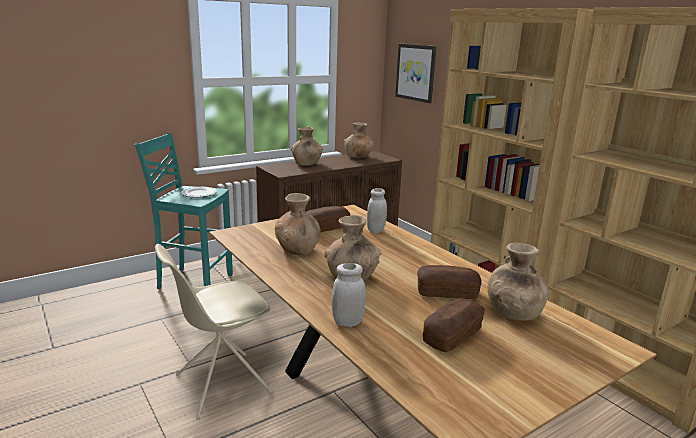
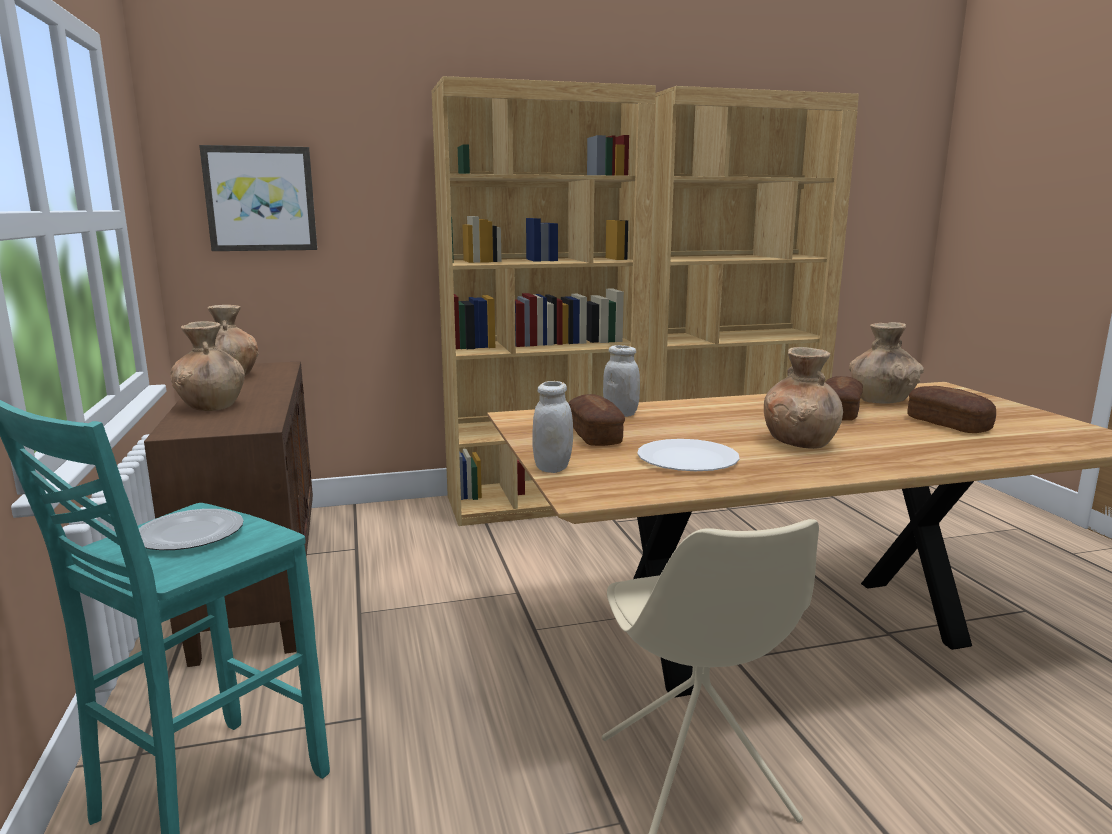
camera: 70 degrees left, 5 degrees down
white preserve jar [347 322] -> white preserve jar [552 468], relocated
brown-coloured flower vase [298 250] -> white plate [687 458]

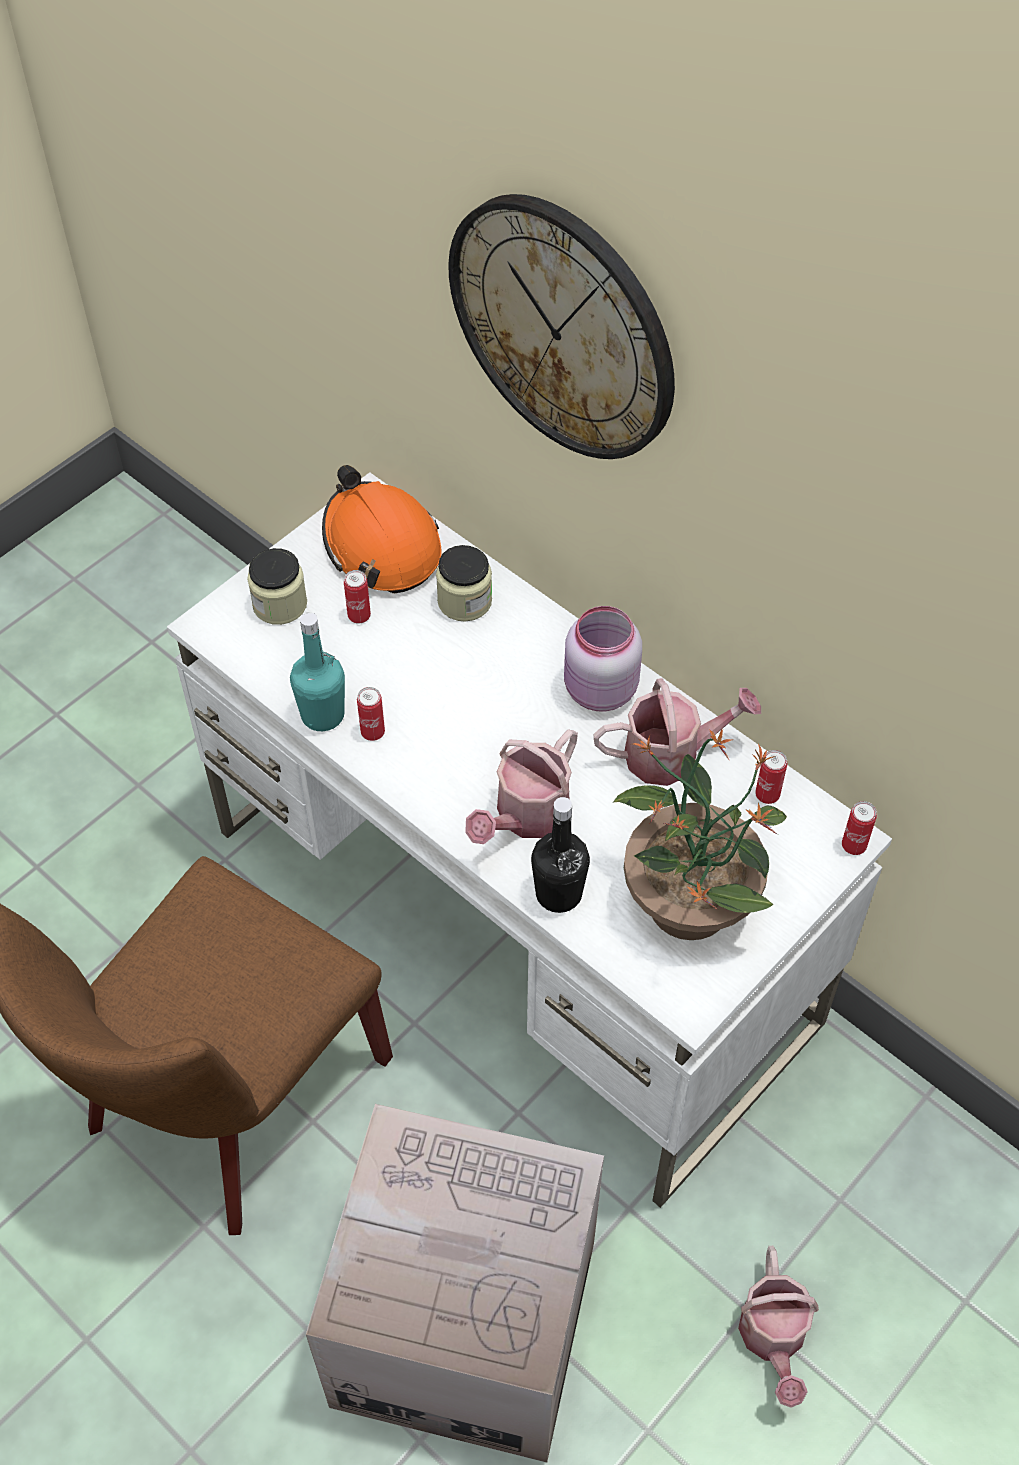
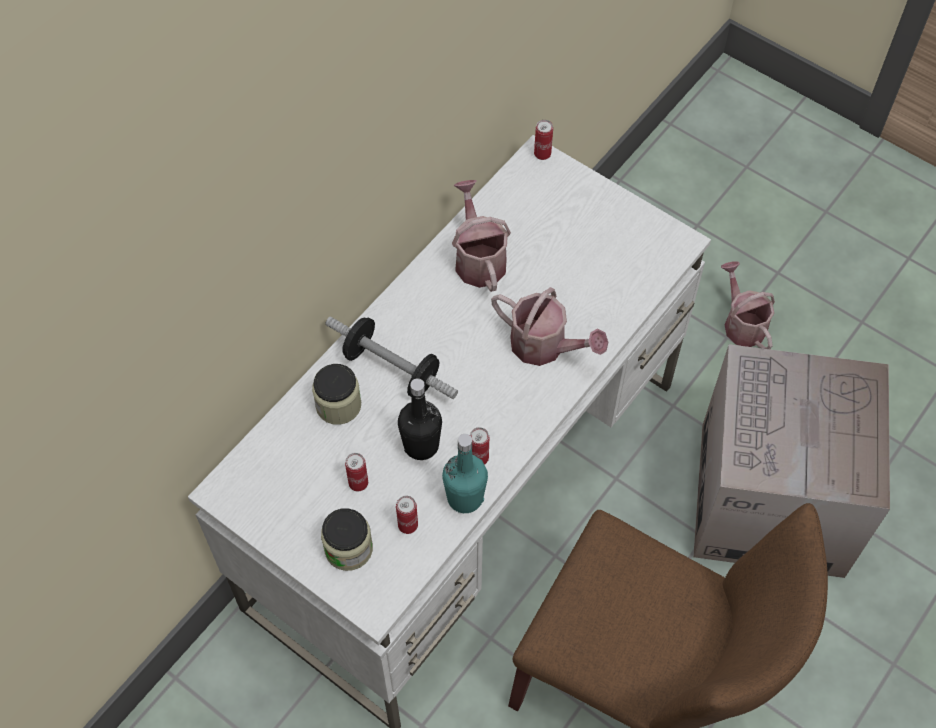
camera: 95 degrees left, 5 degrees up
none -> dumbbell [392 369]
sealed can [767 795] -> sealed can [408 525], relocated
black drink bottle [558 893] -> black drink bottle [421 445], relocated
watering pot [773 1339] -> watering pot [742 323], 105 degrees counterclockwise
orange safety helmet [381 545] -> none
hanging clock [563 327] -> none
pinkish preserve jar [598 691] -> none
houseplant [689 901] -> none

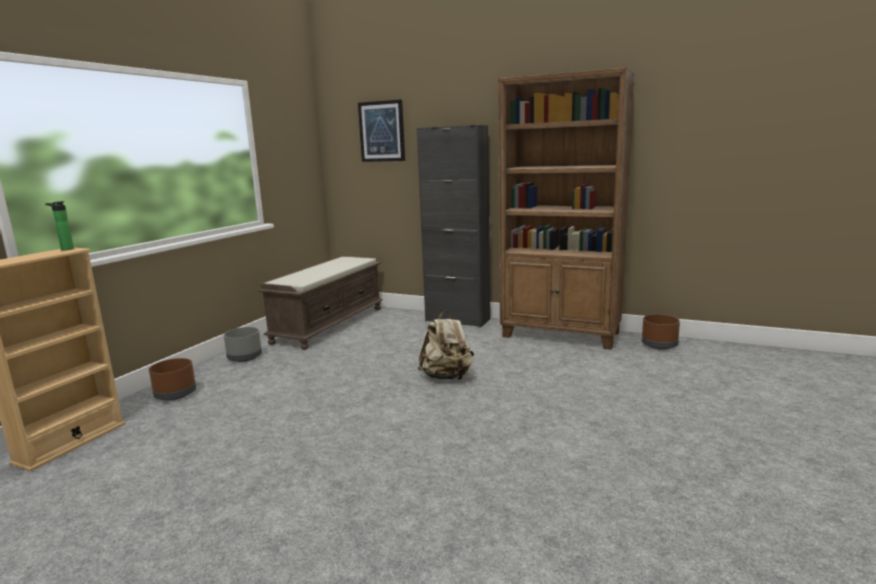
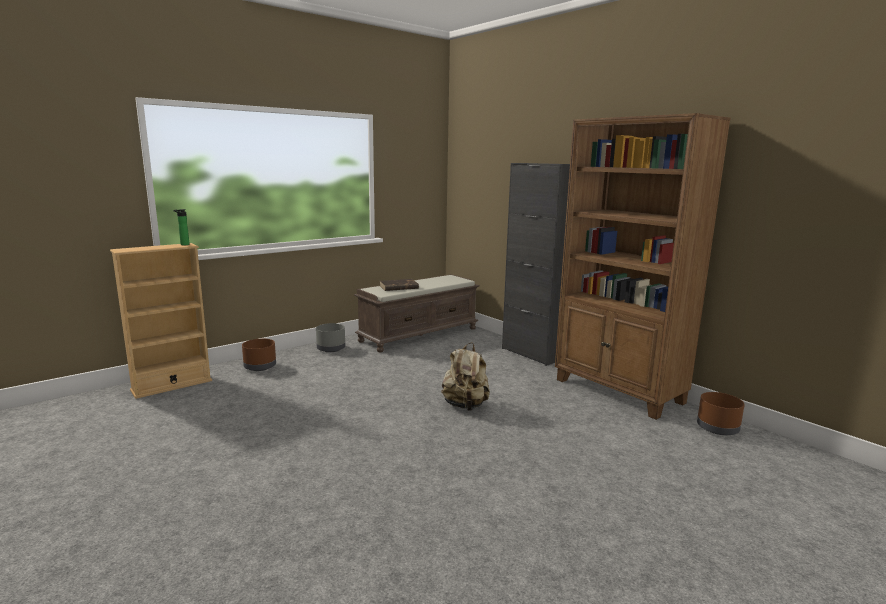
camera: 25 degrees right, 0 degrees up
none -> brown-coloured bound book [398 287]
picture [382 131] -> none

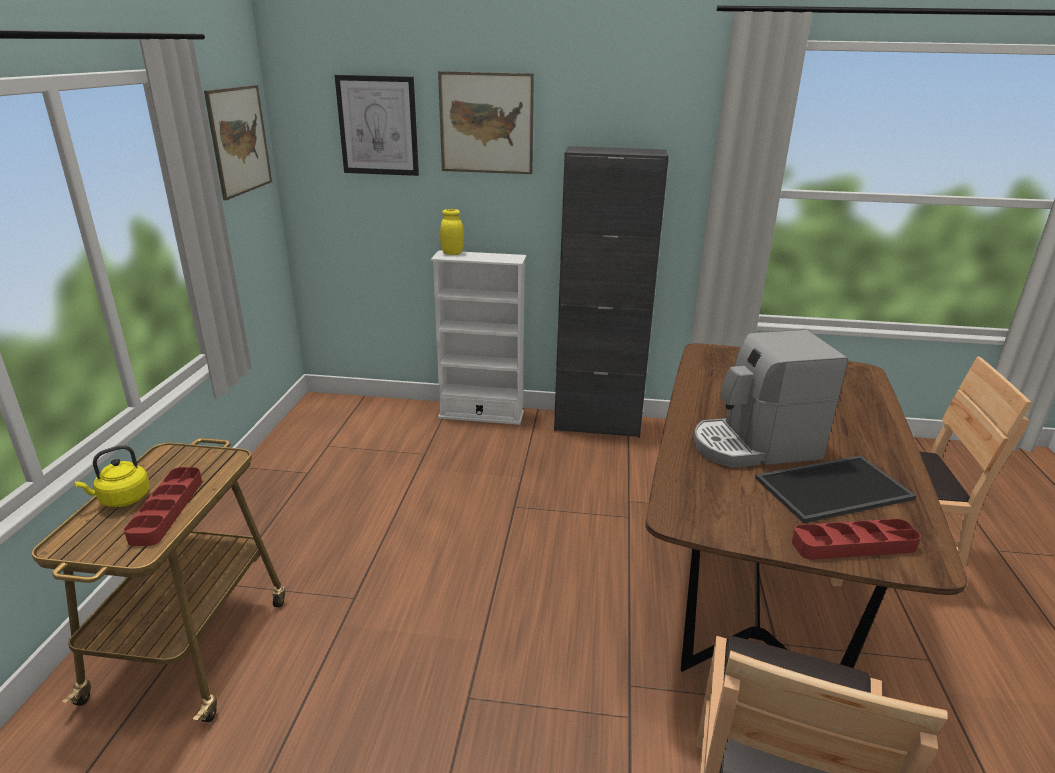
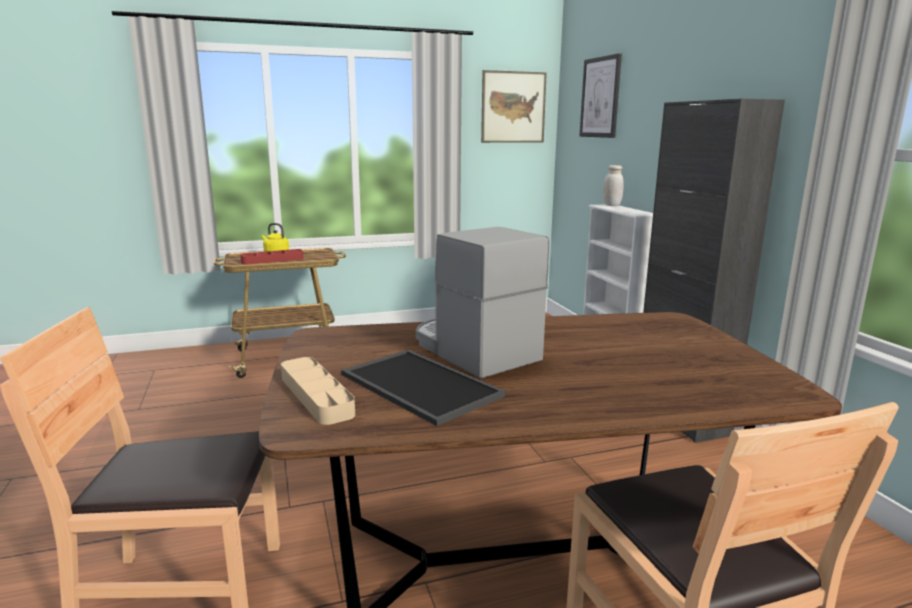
camera: 65 degrees right, 10 degrees down
reddish carrying tray [853 545] -> beige carrying tray [316 395]
yellow-coloured preserve jar [452 253] -> white preserve jar [611 205]
picture [486 123] -> none

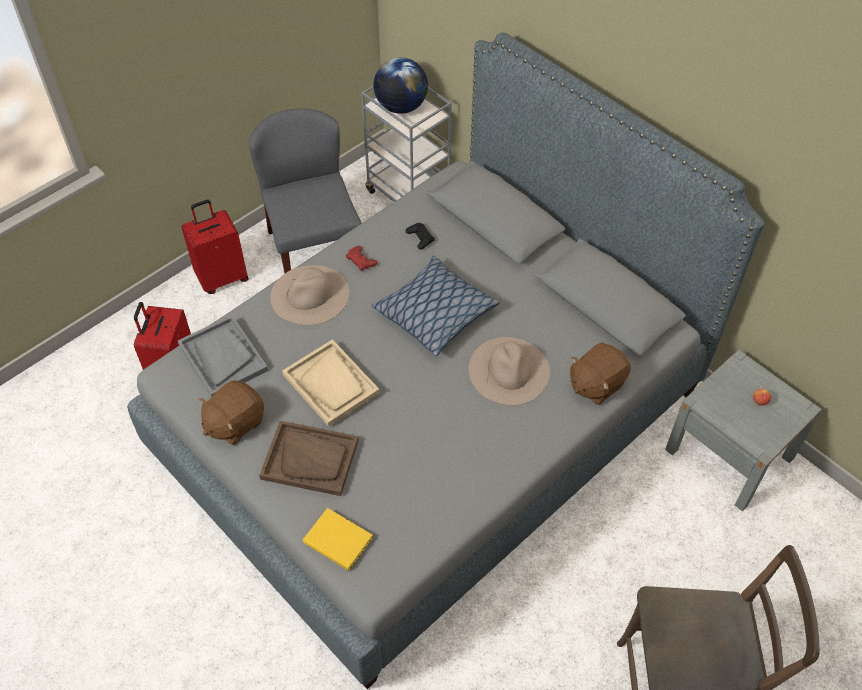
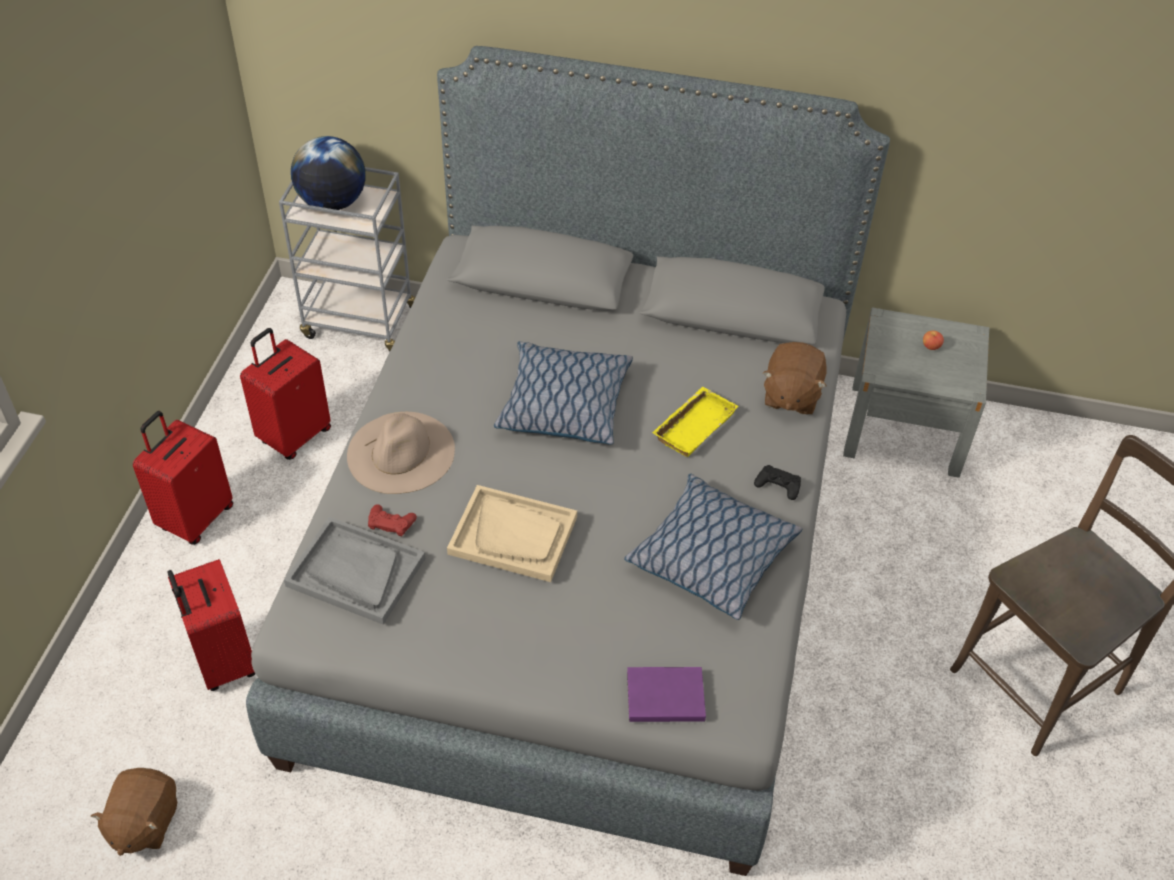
camera: 35 degrees left, 5 degrees down
brown-coloured soft toy [234 423] -> brown-coloured soft toy [143 822], relocated
gray chair [314 253] -> reddish travel case [294 435]
reddish joypad [361 260] -> reddish joypad [391 523], relocated
none -> cushion [711 556]
yellow-coloured bound book [337 538] -> purple-coloured bound book [663 695]
beige hat [509 370] -> yellow-coloured carrying tray [693 425]
black joypad [420 238] -> black joypad [778 485], relocated
brown-coloured carrying tray [310 459] -> none

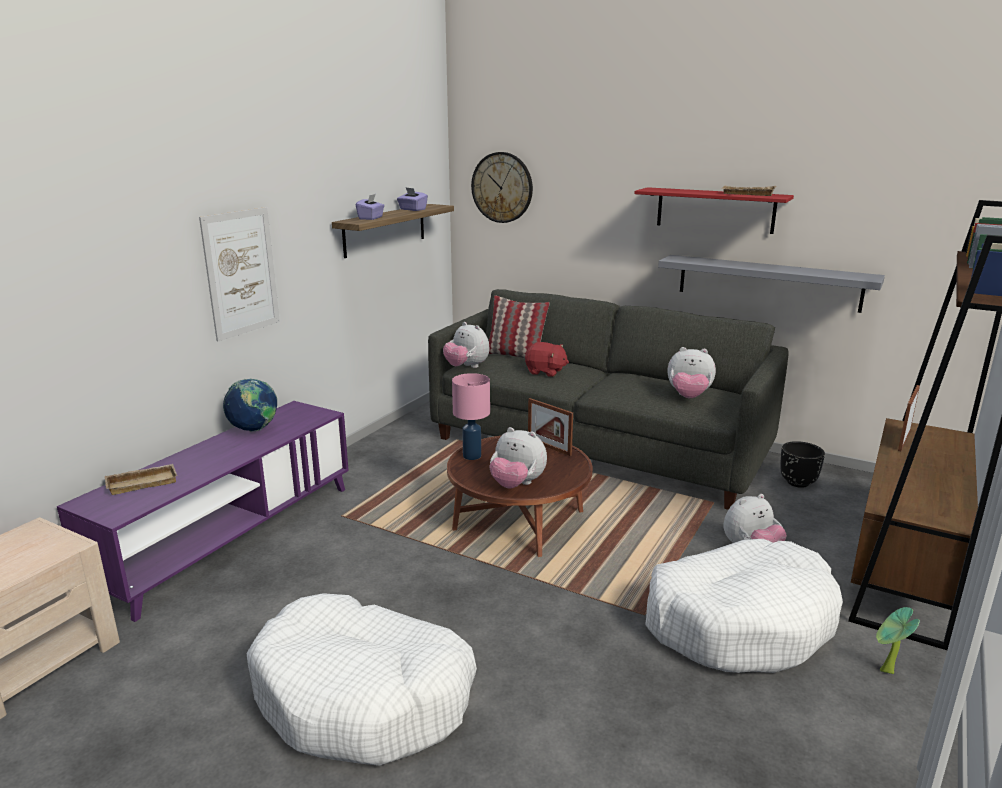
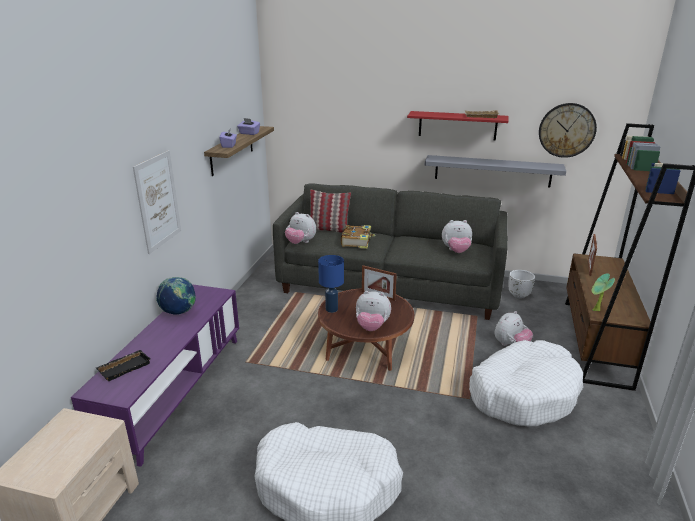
camera: 15 degrees left, 5 degrees up
beige carrying tray [143 482] -> black carrying tray [124 367]
pinkish tabletop lamp [471 456] -> blue tabletop lamp [331 309]
reddish soft toy [545 372] -> bound book [357 241]
black plant pot [798 483] -> white plant pot [519 295]
hanging clock [502 187] -> hanging clock [567 130], relocated
houseplant [885 672] -> houseplant [596 311], relocated

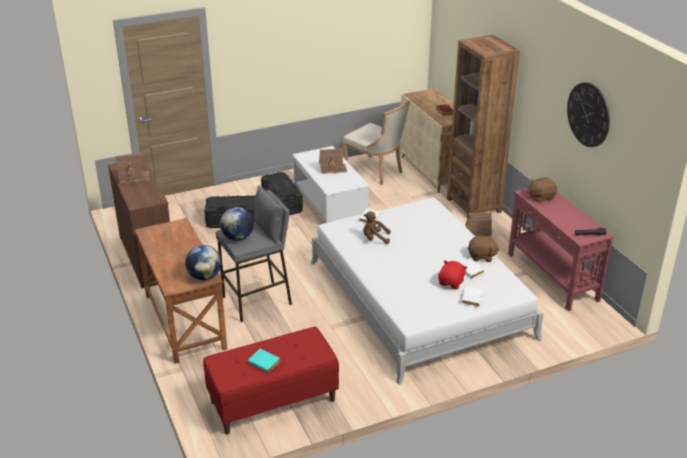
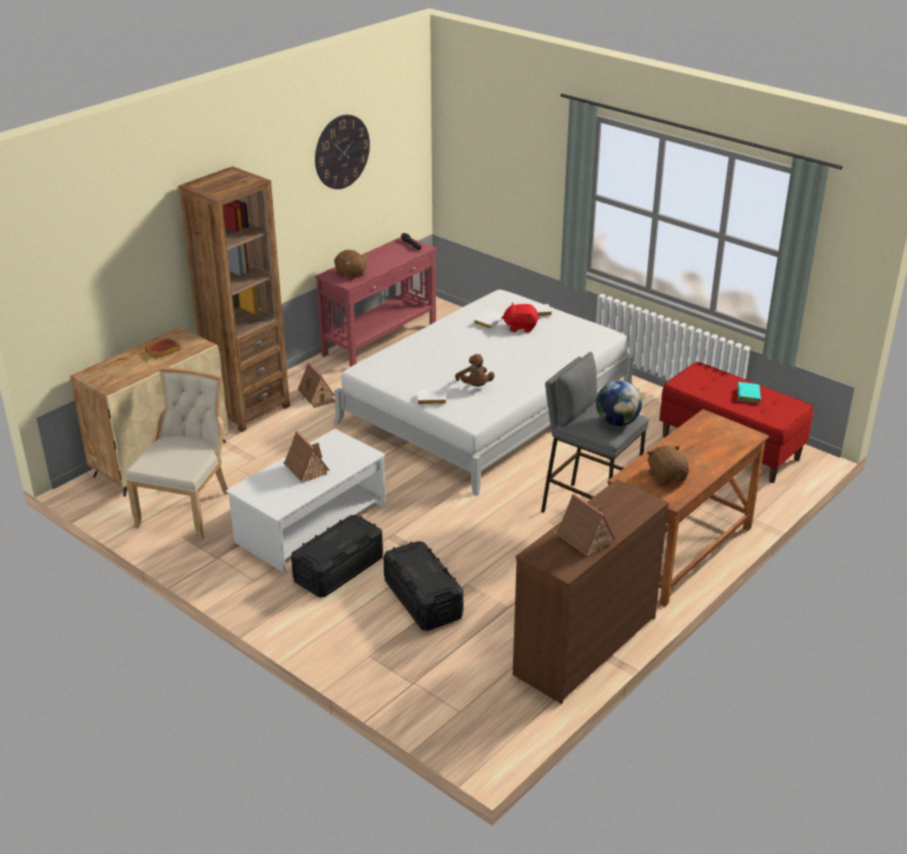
camera: 115 degrees left, 0 degrees up
brown-coloured soft toy [482 256] -> brown-coloured soft toy [666 477], relocated
world globe [204 277] -> none

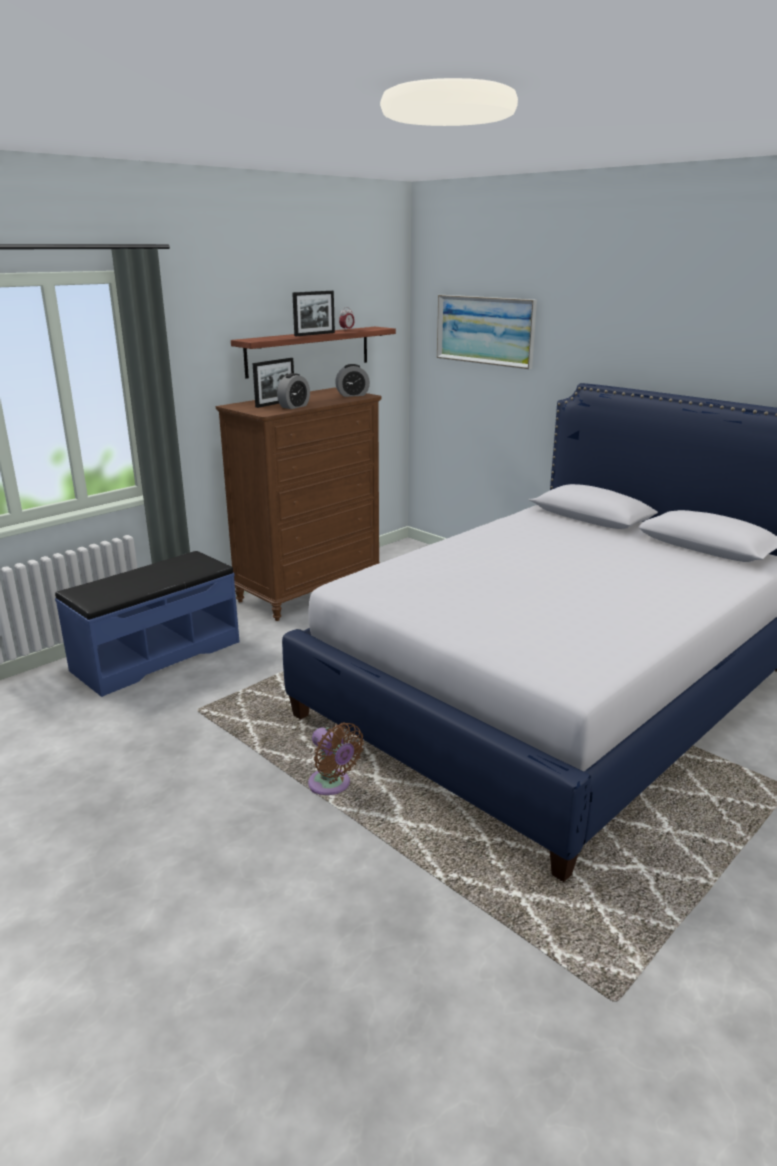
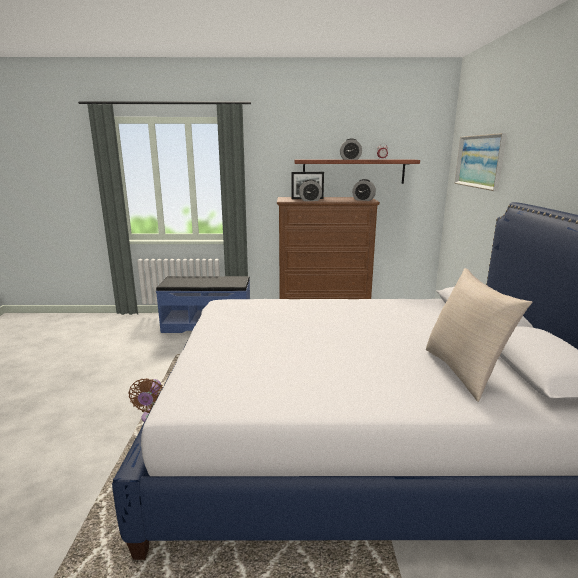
camera: 45 degrees right, 5 degrees down
photo frame [314 334] -> alarm clock [350 159]
none -> beige cushion [464 372]

